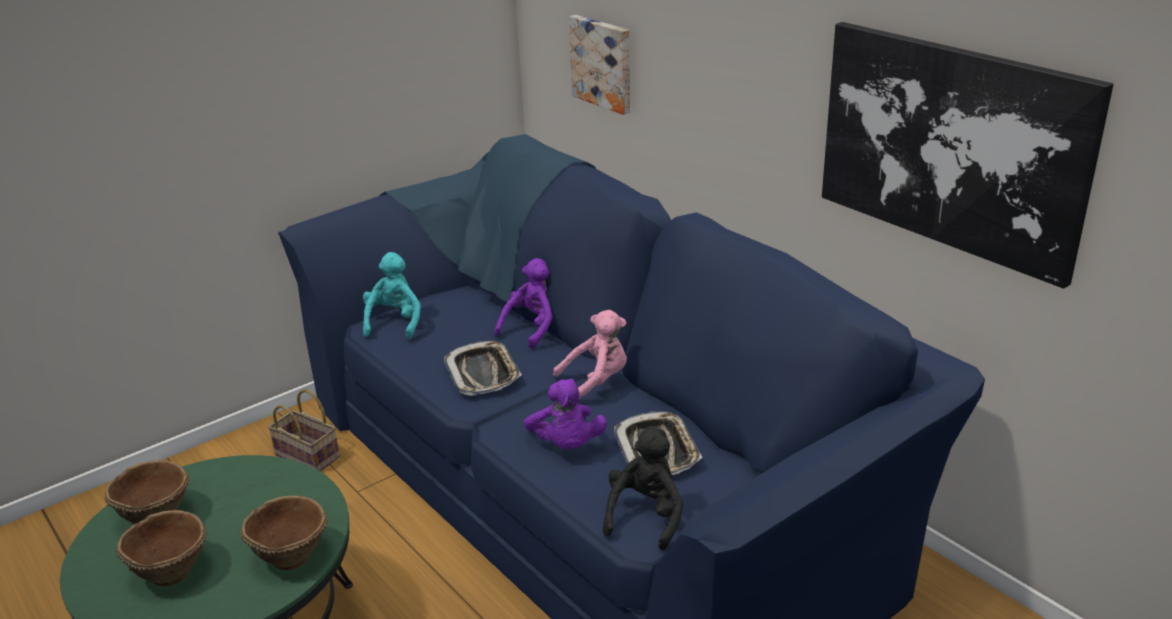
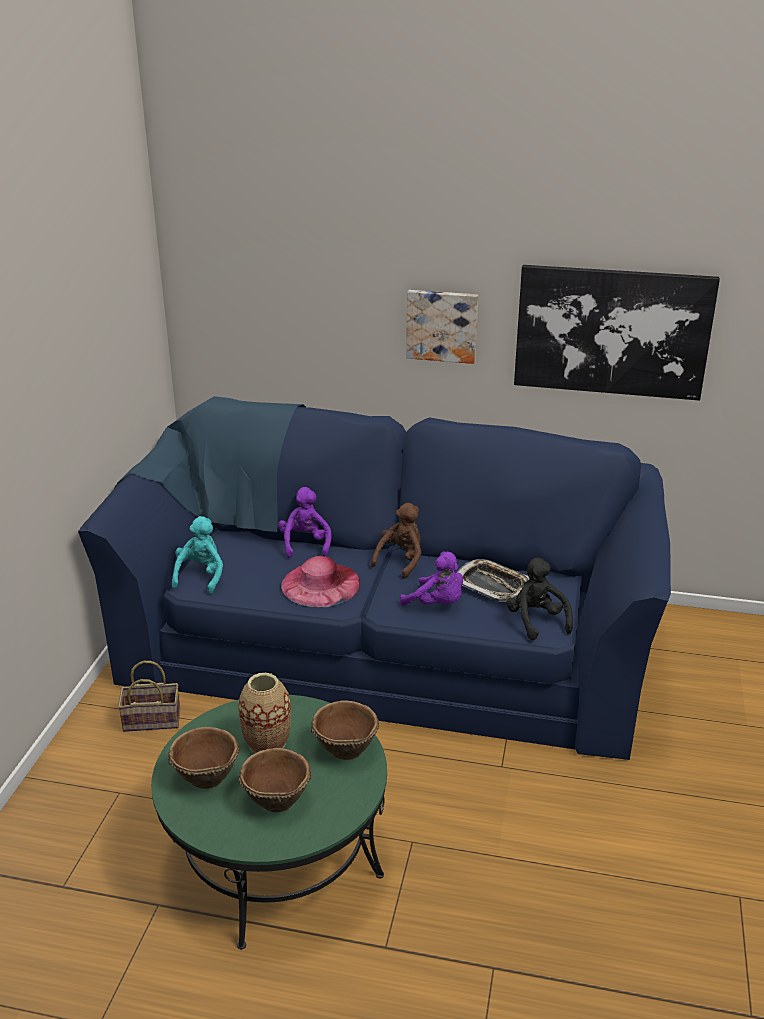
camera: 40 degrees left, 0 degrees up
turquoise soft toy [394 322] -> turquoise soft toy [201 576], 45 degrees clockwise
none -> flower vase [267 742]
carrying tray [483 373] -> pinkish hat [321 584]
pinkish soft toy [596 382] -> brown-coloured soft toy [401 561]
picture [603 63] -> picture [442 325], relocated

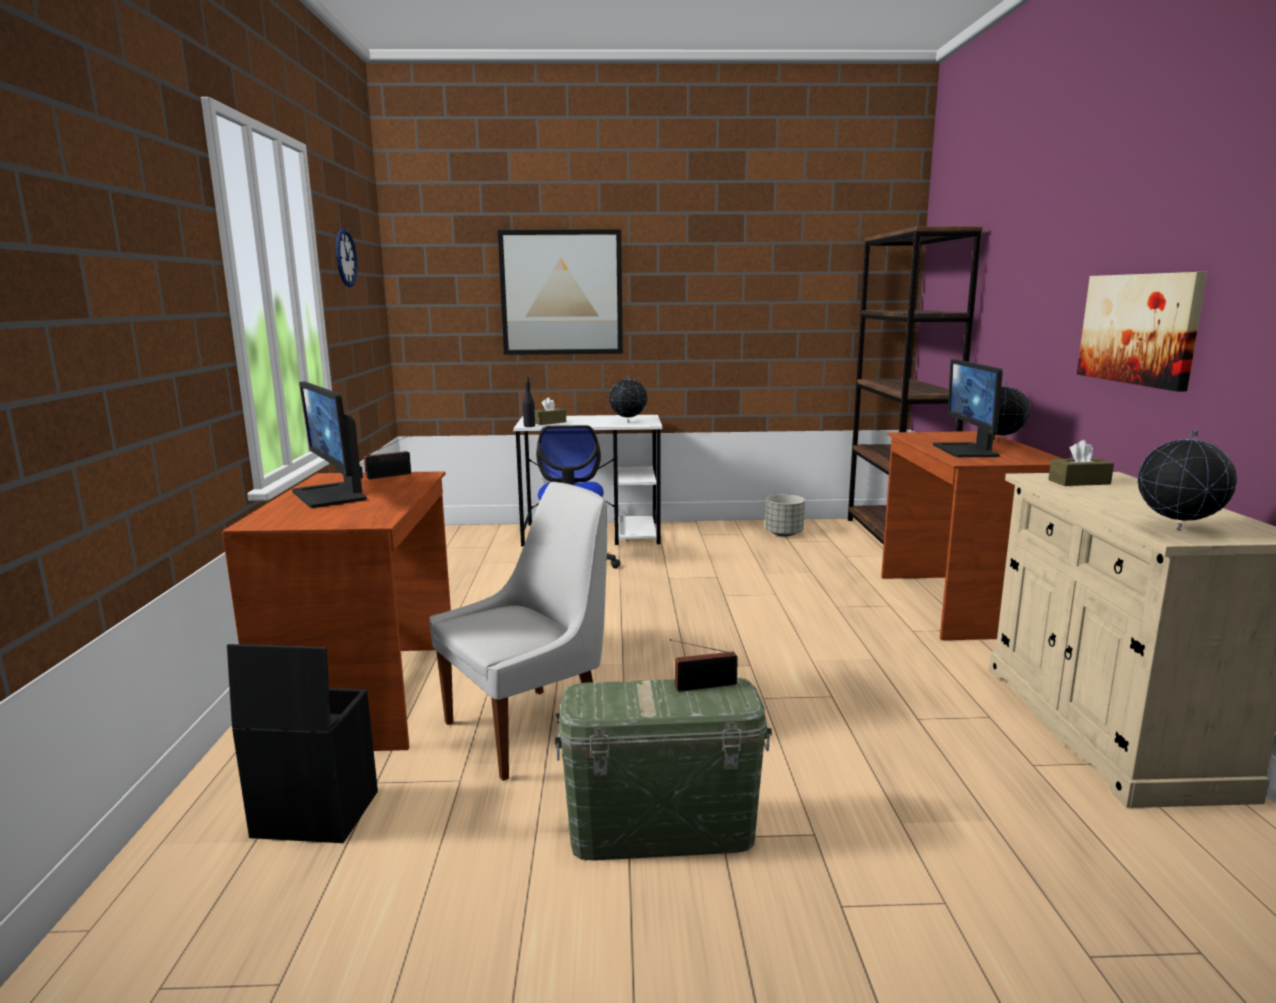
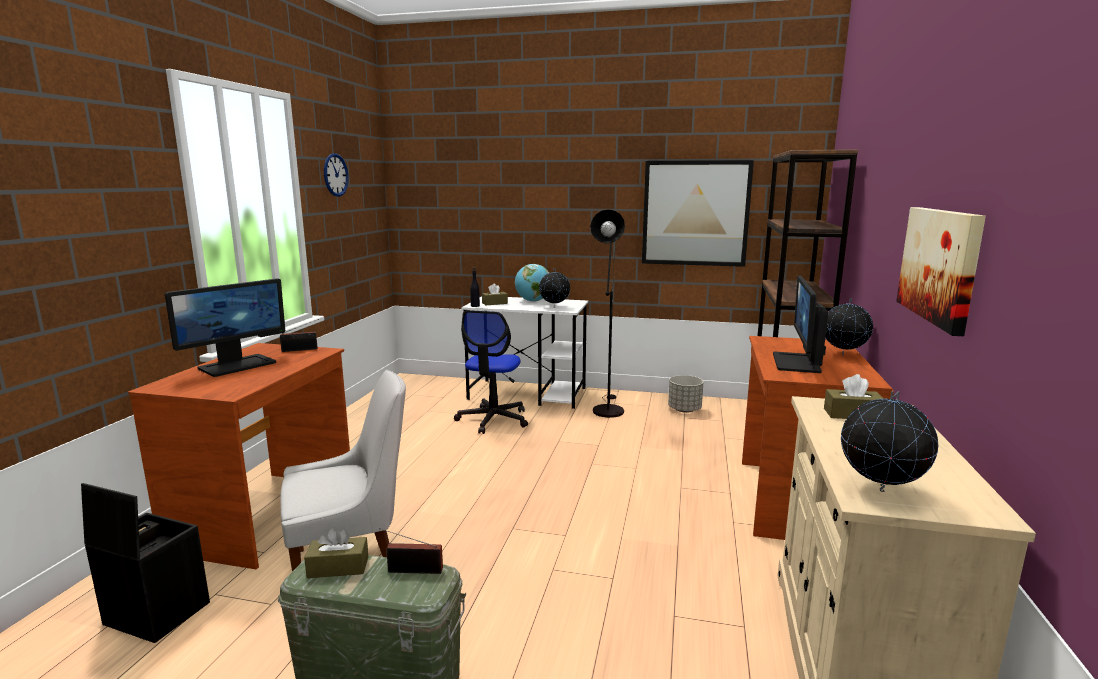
camera: 15 degrees right, 0 degrees up
computer display [331 495] -> computer display [237 365], 120 degrees counterclockwise
none -> brown-coloured box of tissues [338 567]
none -> world globe [533 301]
none -> black floor lamp [607 409]
picture [561 293] -> picture [695 213], relocated

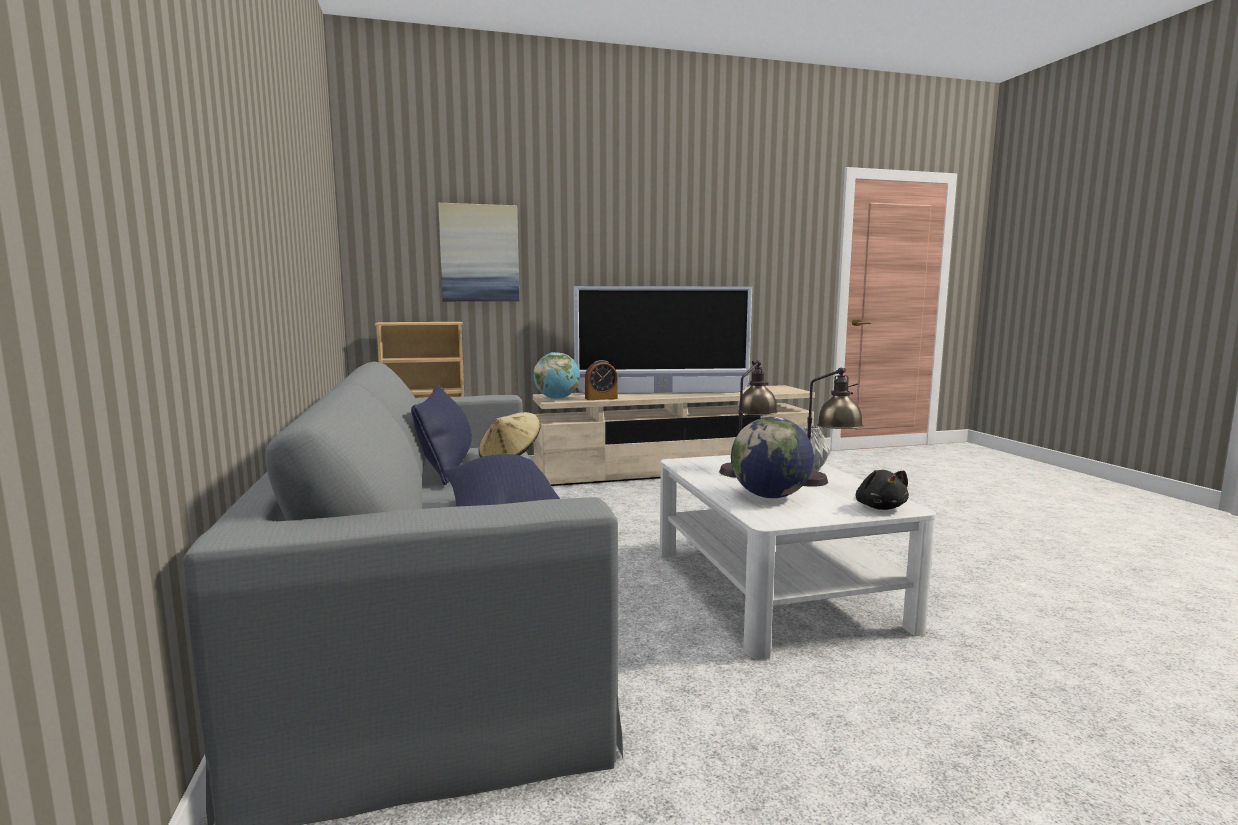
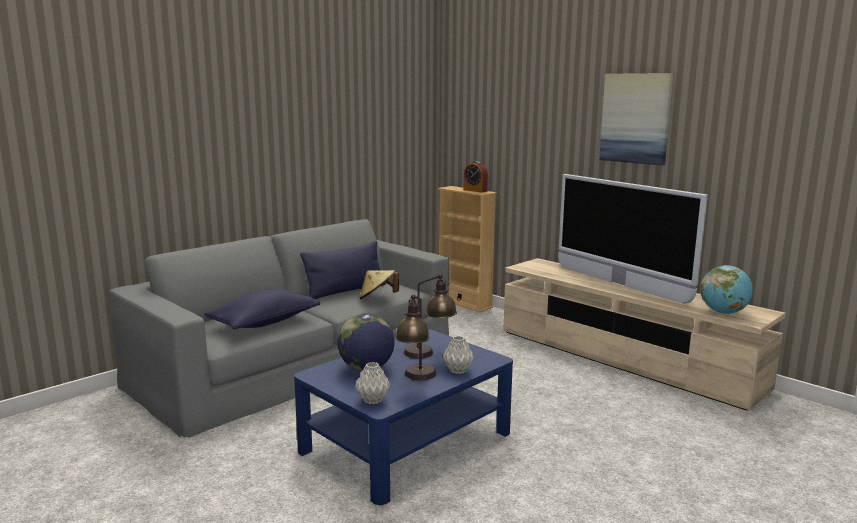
camera: 60 degrees right, 5 degrees up
white lounge table [774 586] -> blue lounge table [406 441]
black soft toy [880 507] -> gray flower vase [373 400]
alarm clock [601 398] -> alarm clock [475 190], relocated
picture [479 253] -> picture [636 118], relocated
world globe [557 398] -> world globe [723 312], relocated

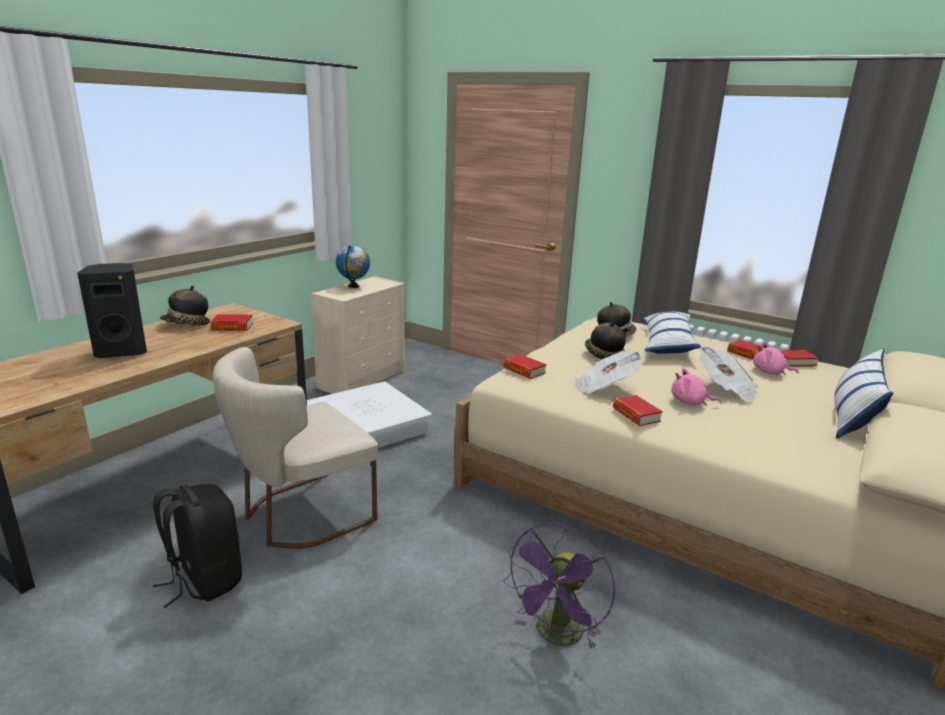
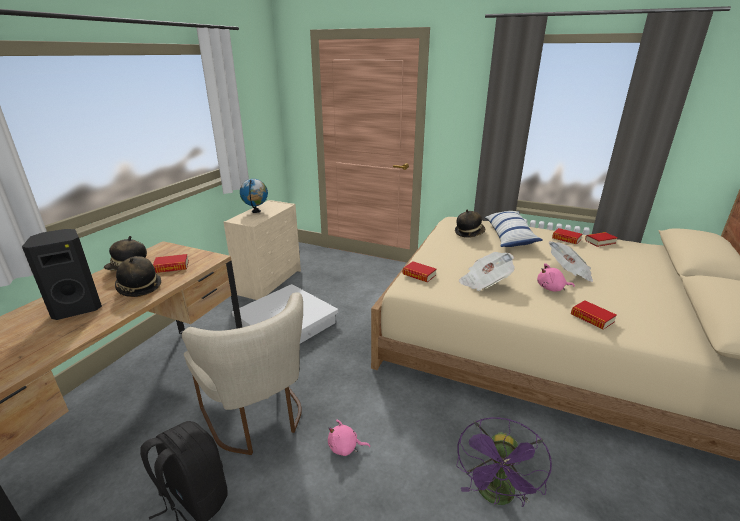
camera: 10 degrees left, 5 degrees up
hat [603 354] -> hat [139 287], relocated
beige chair [300 515] -> beige chair [258 418], 75 degrees counterclockwise
pinkish soft toy [770 372] -> pinkish soft toy [345 447], relocated
bound book [636 415] -> bound book [592 318], relocated
cushion [852 415] -> none

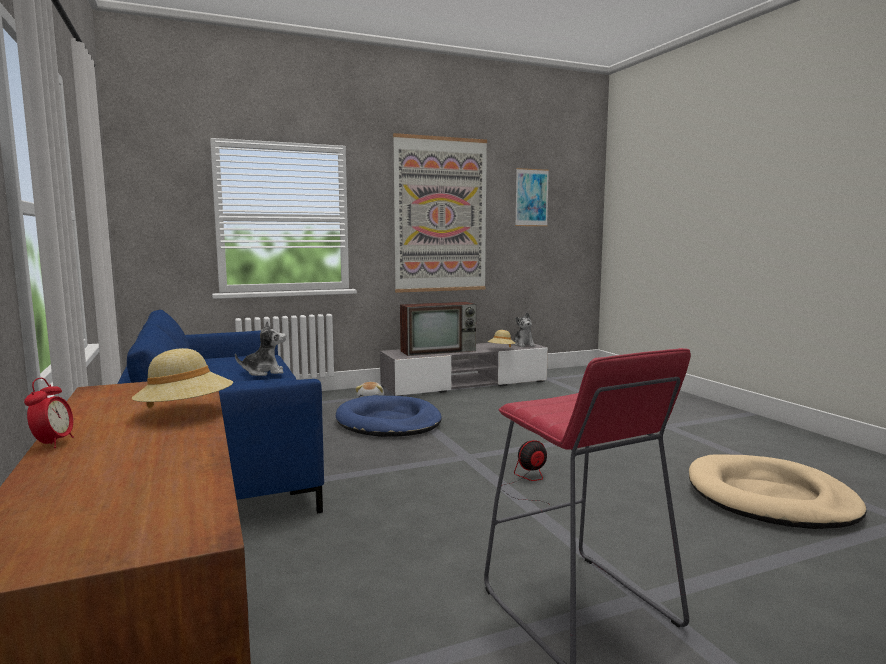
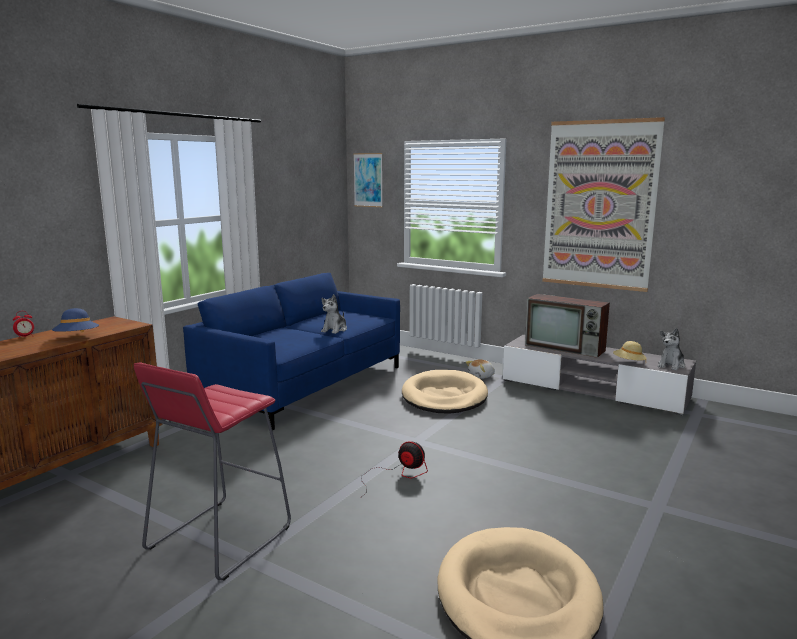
camera: 55 degrees right, 5 degrees up
beige hat [186 412] -> blue hat [77 337]
soft toy [264 372] -> soft toy [335 330], 75 degrees clockwise
picture [531 197] -> picture [368 180], relocated
blue pet bed [388 422] -> beige pet bed [444 396]

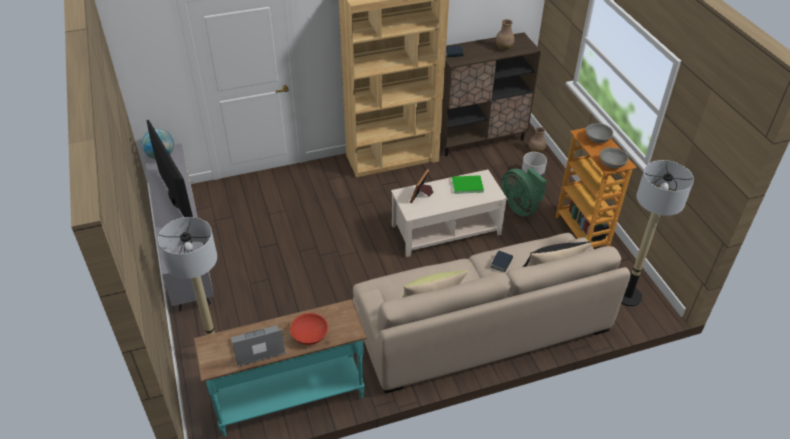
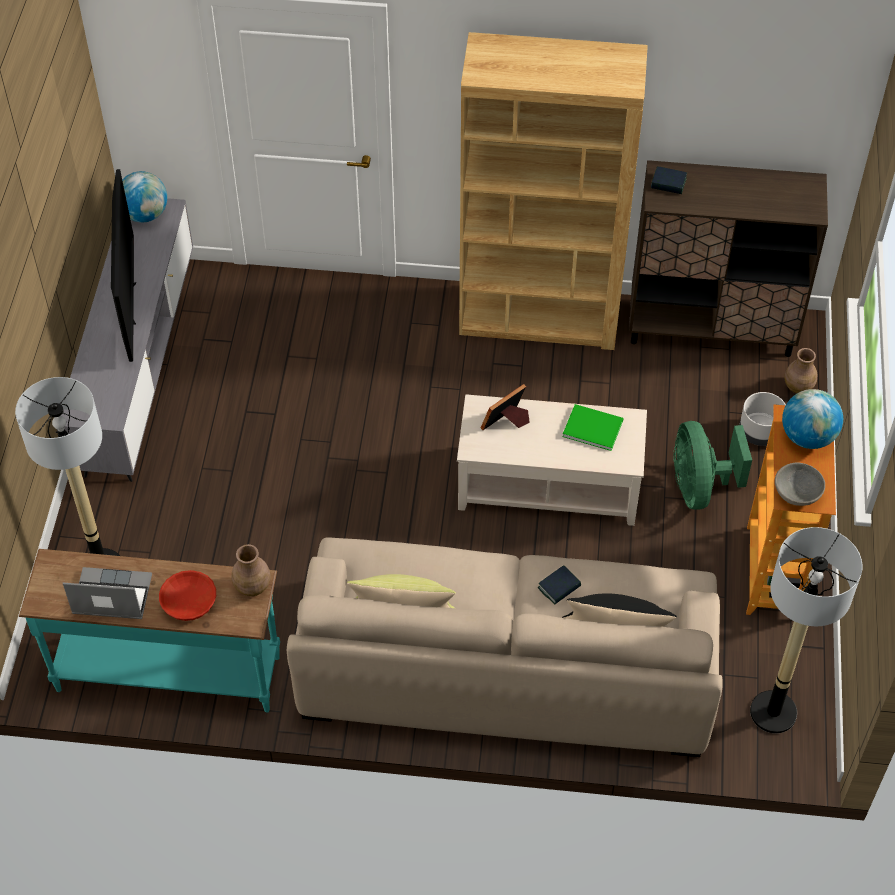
camera: 25 degrees right, 10 degrees up
brown-coloured flower vase [504 48] -> brown-coloured flower vase [253 587], relocated
gray serving bowl [597 139] -> world globe [807 436]

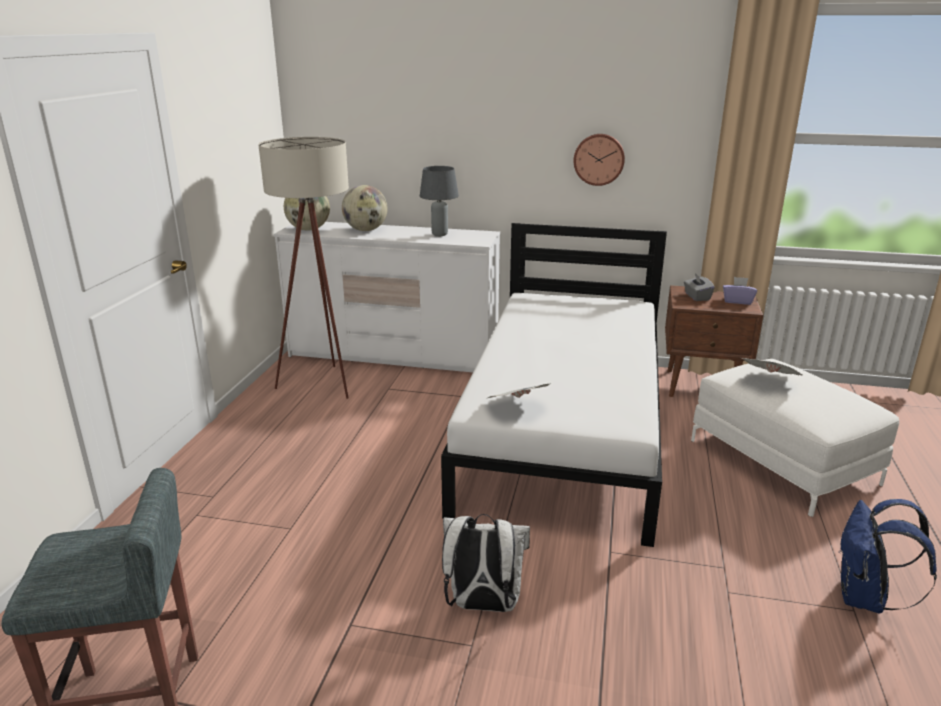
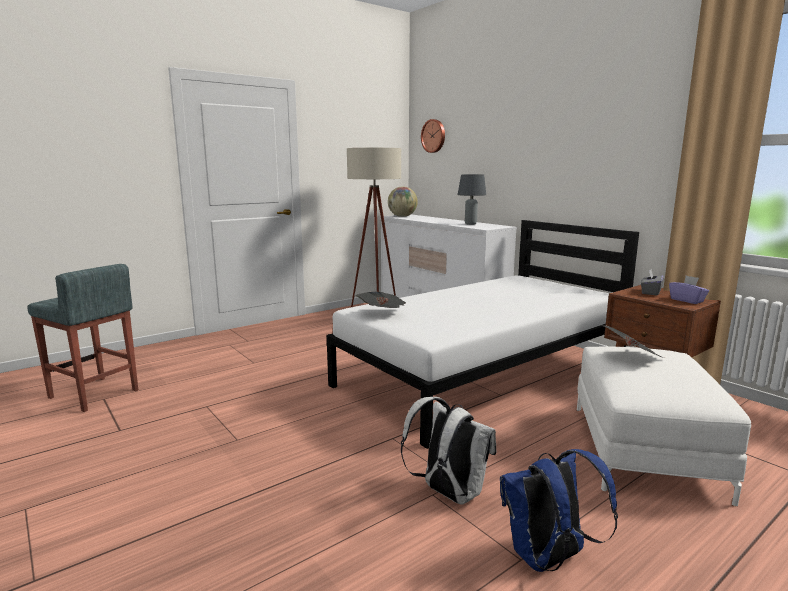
camera: 40 degrees right, 10 degrees down
white knapsack [483 605] -> white knapsack [448 493], relocated
hanging clock [599 159] -> hanging clock [434 136], relocated
world globe [366 230] -> none

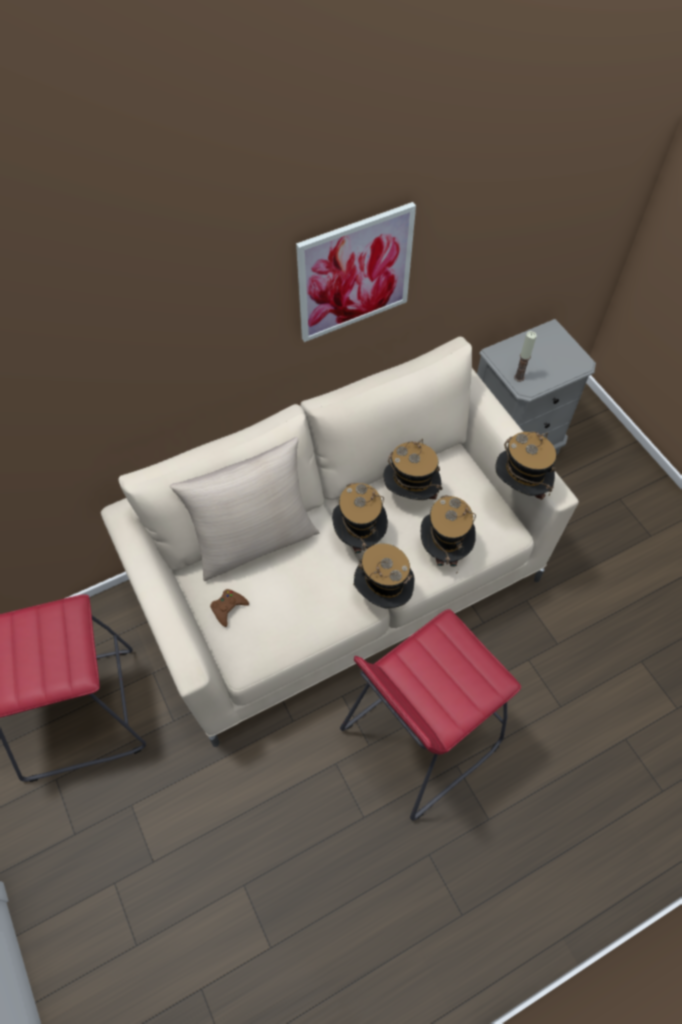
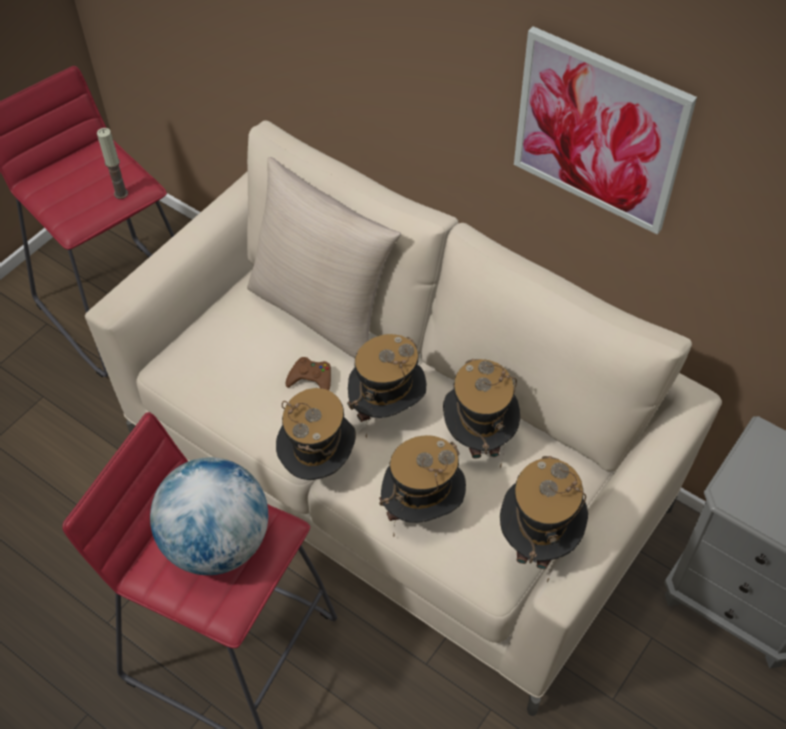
camera: 65 degrees right, 5 degrees down
wax light [519 377] -> wax light [121 193], relocated
none -> world globe [217 543]
brown-coloured joypad [228 608] -> brown-coloured joypad [311 379], relocated

